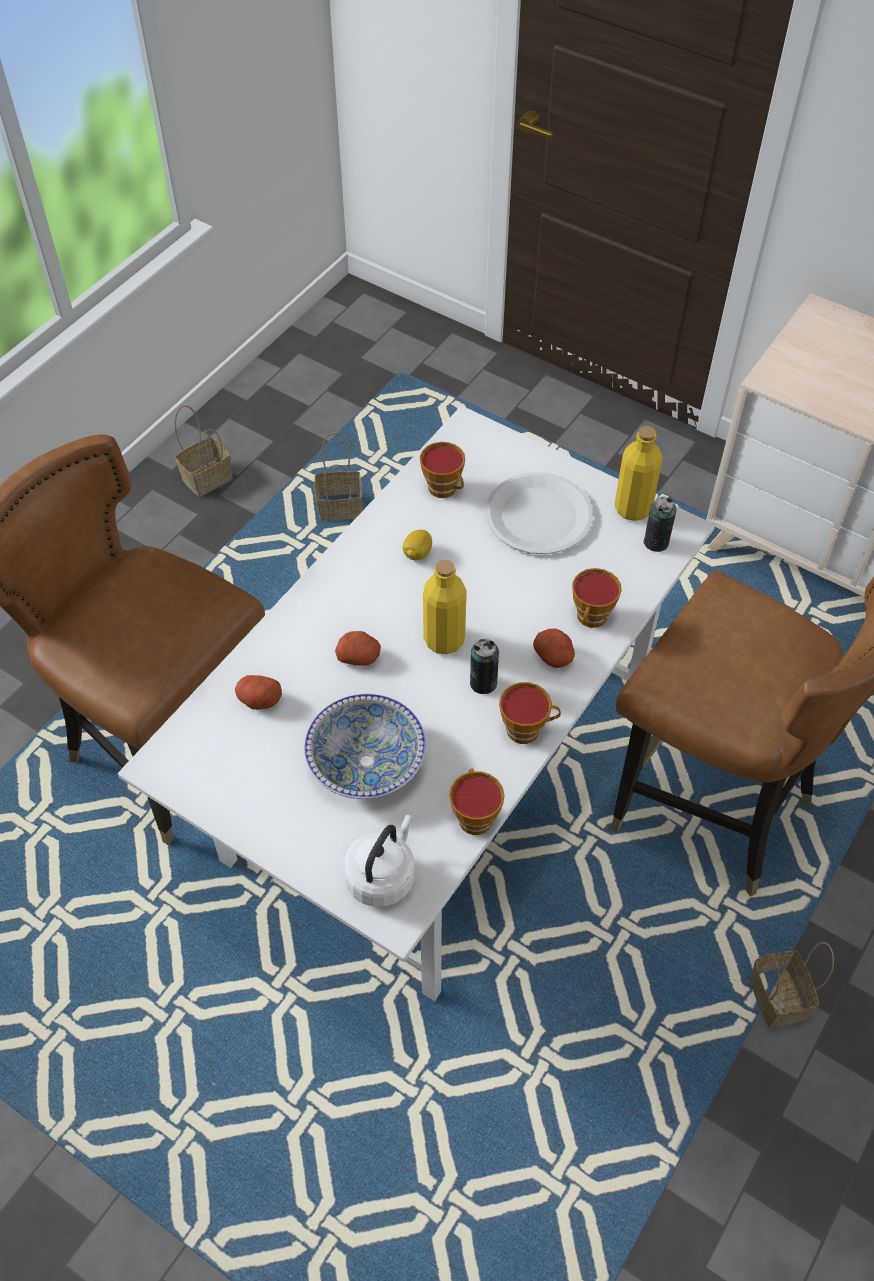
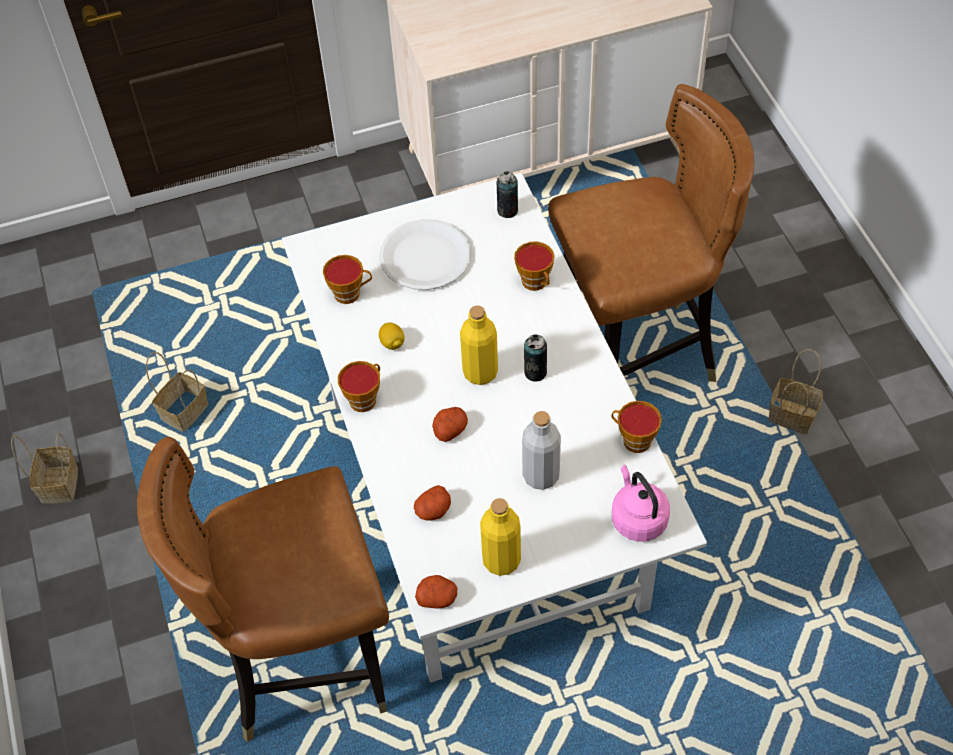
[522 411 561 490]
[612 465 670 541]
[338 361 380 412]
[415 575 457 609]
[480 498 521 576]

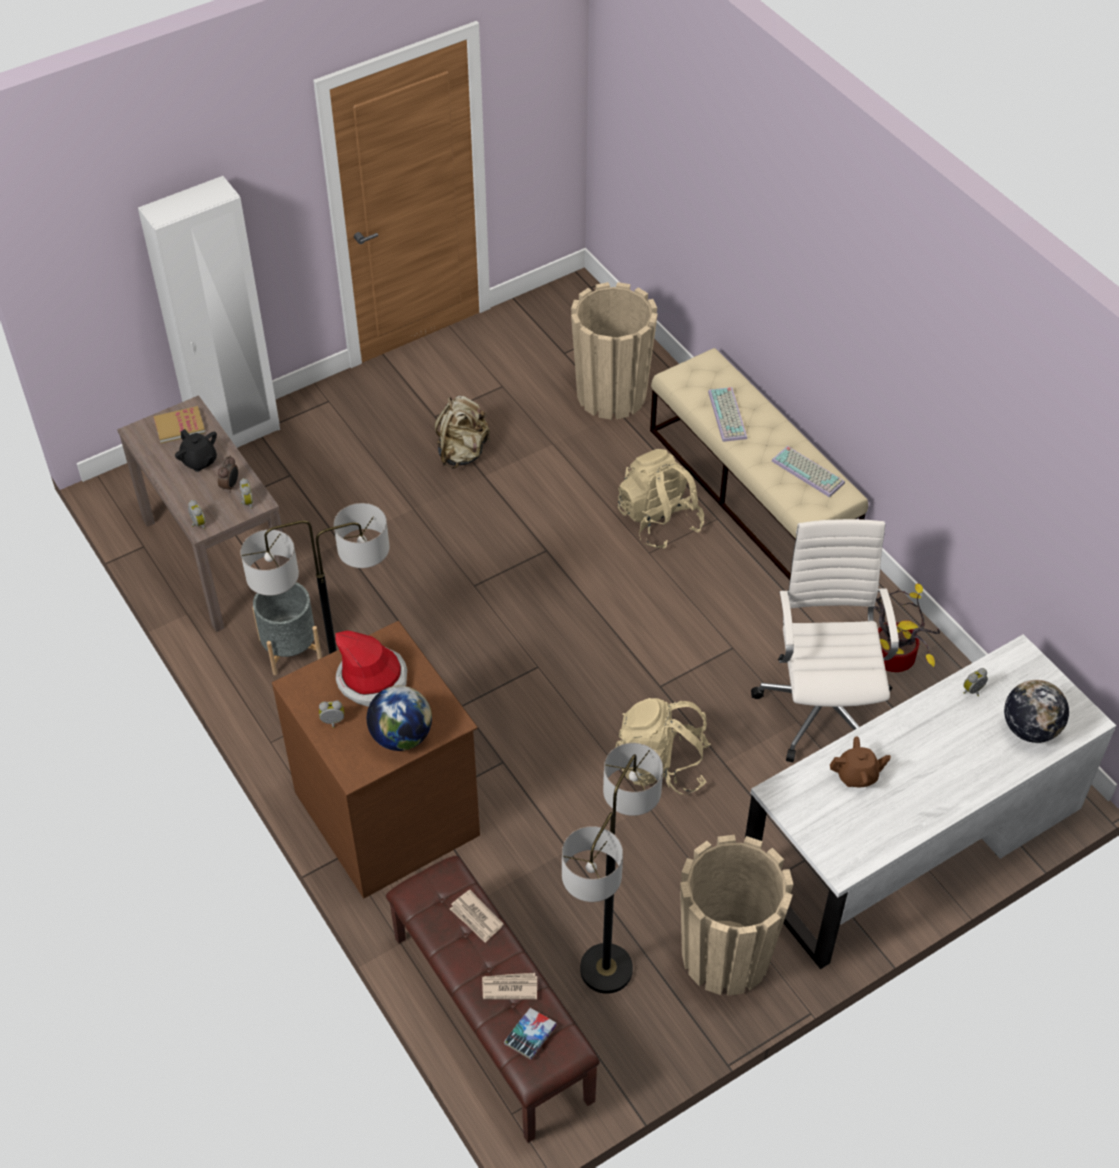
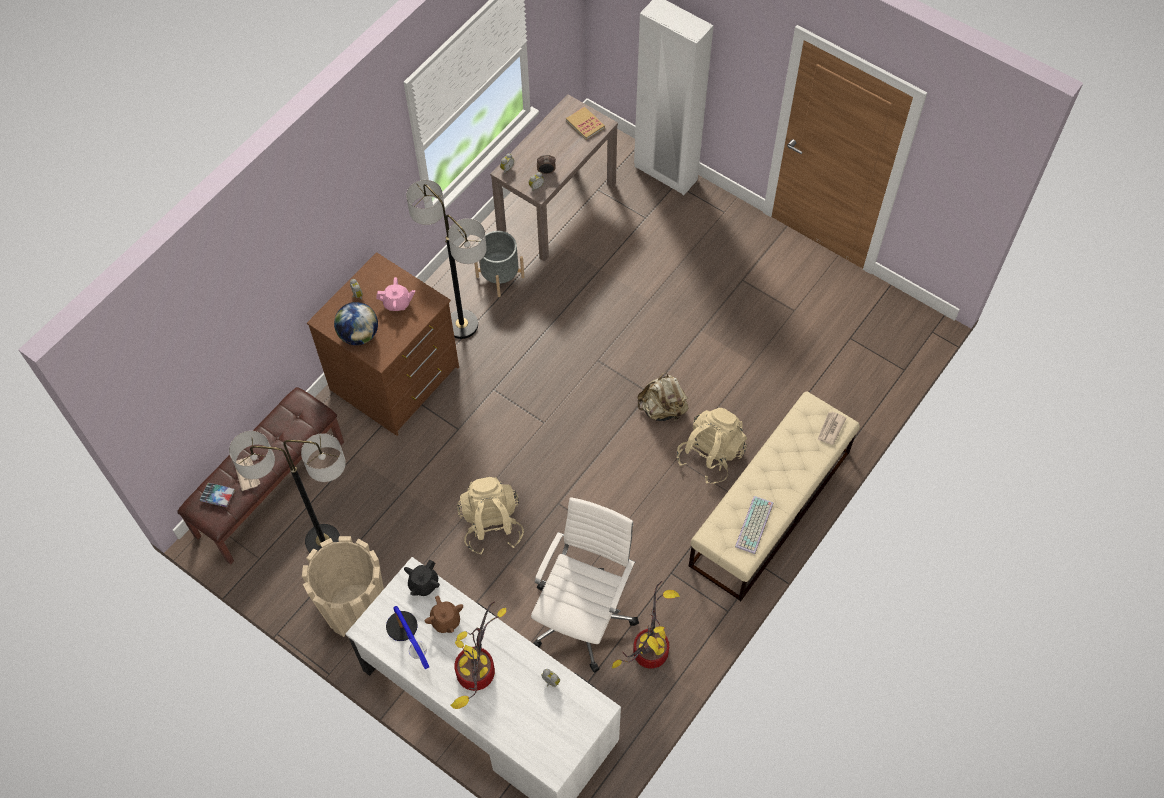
[404 559 440 596]
[376 277 415 311]
[637 372 689 421]
[817 412 847 445]
[571 282 658 420] (first image)
[708 387 747 442] (first image)
[531 497 639 673]
[1004 680 1069 743] (first image)
[386 606 429 669]
[451 602 507 709]

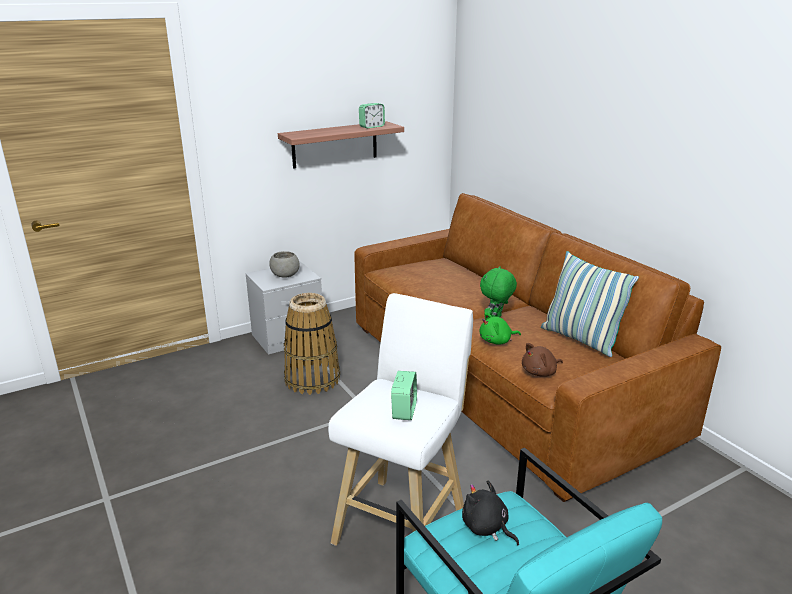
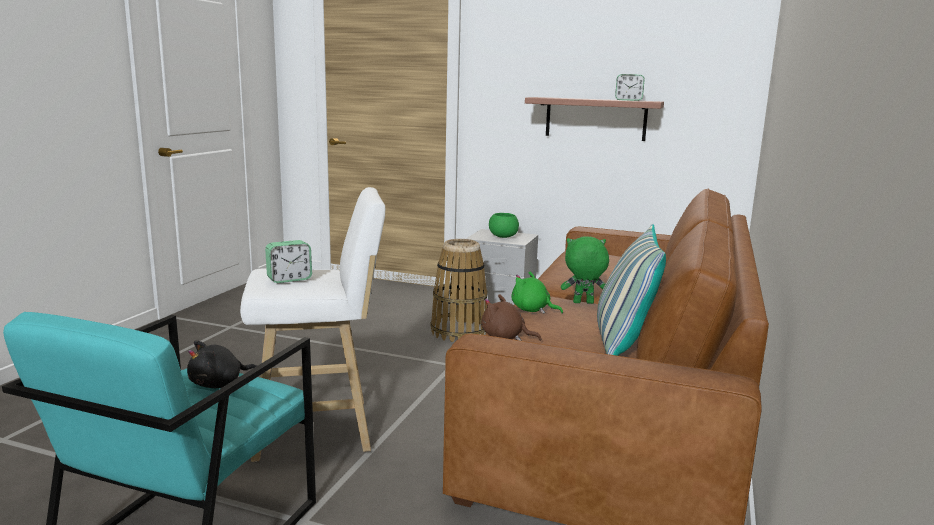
[489 213 519 238]
[187 340 257 388]

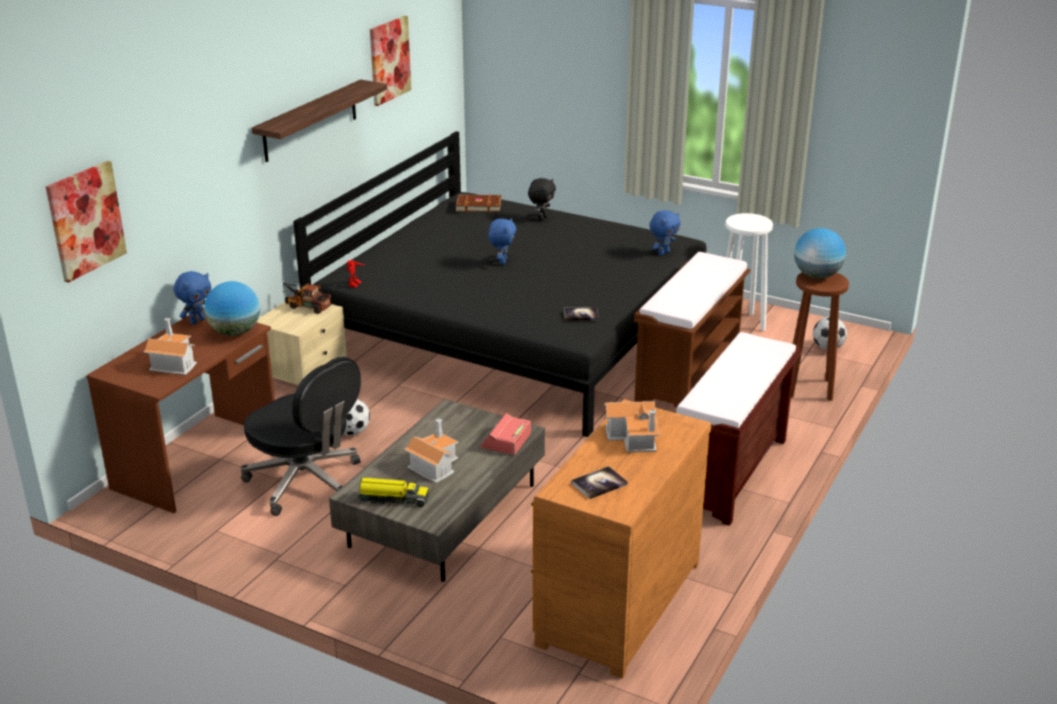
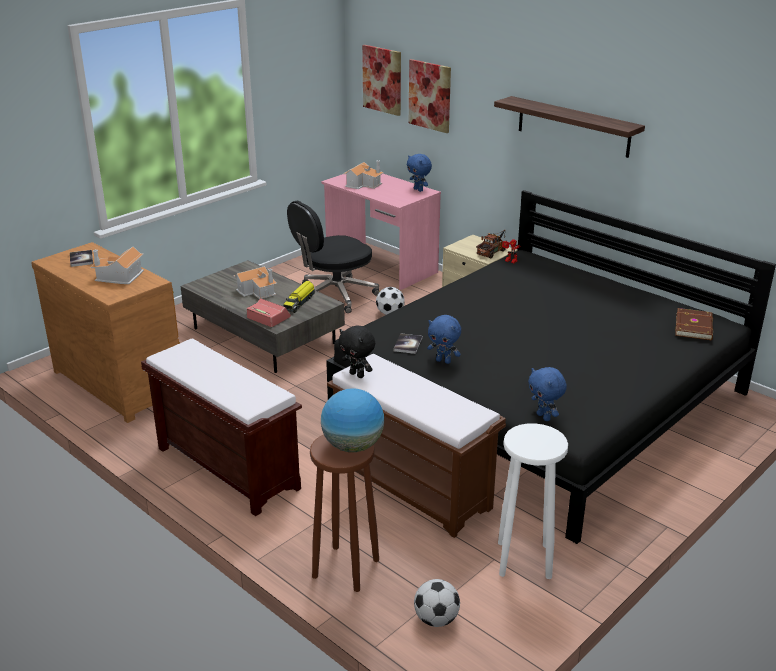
[321 174 441 290]
[204 281 260 336] (first image)
[283 281 315 313]
[409 59 451 133]
[427 315 461 364]
[338 325 375 378]

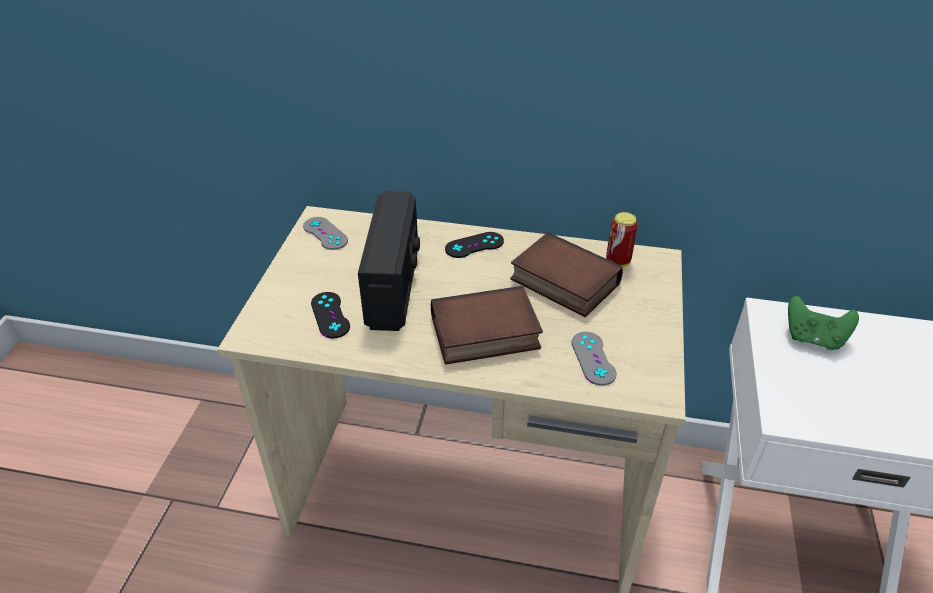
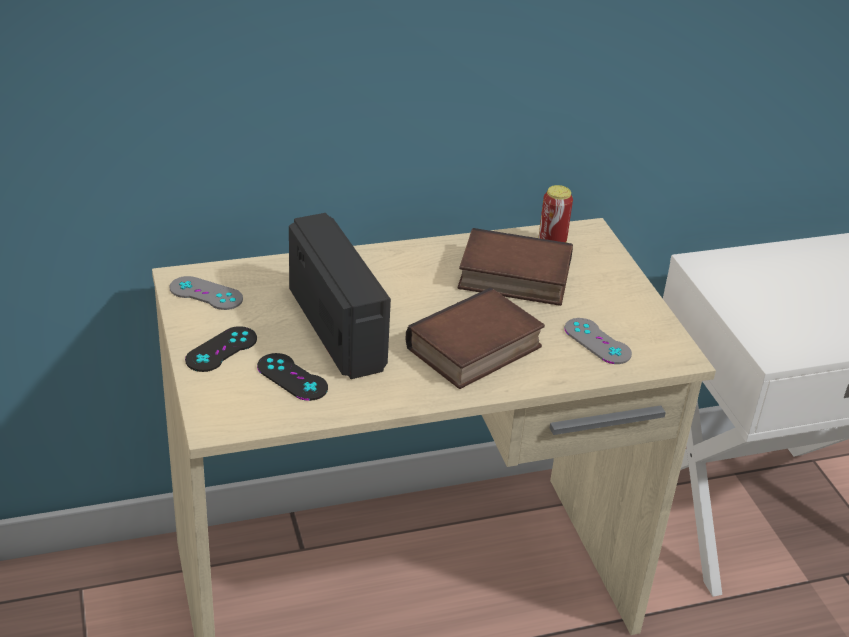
[185 326 257 372]
[788 296 859 350] (first image)

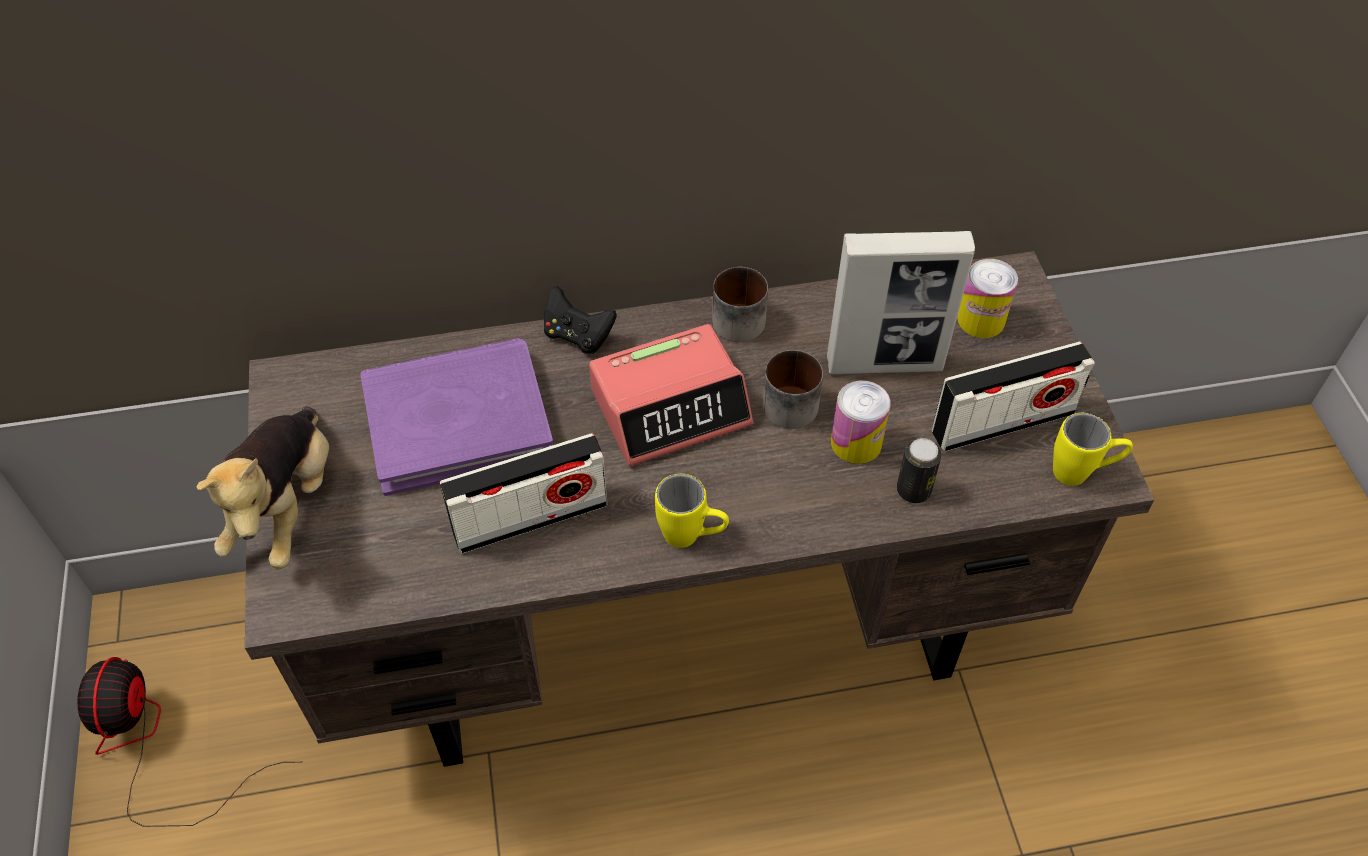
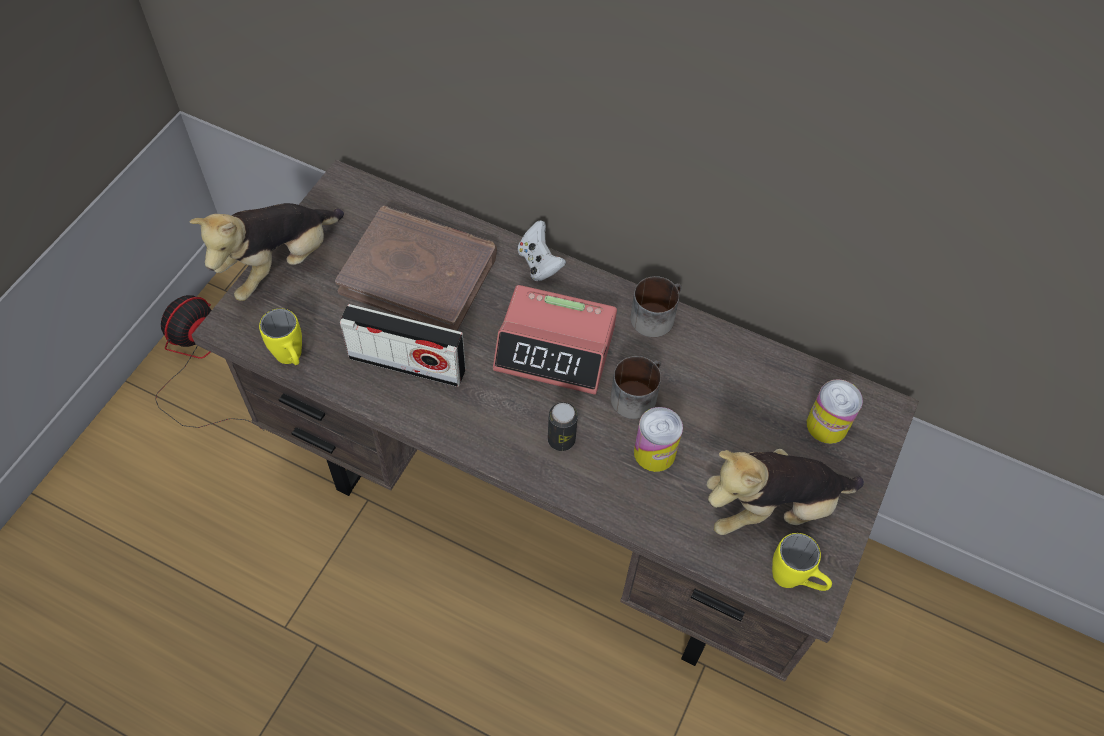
[335 206 497 331]
[518 221 566 282]
[259 308 302 365]
[827 231 975 374] (first image)
[548 402 578 451]
[707 449 864 535]

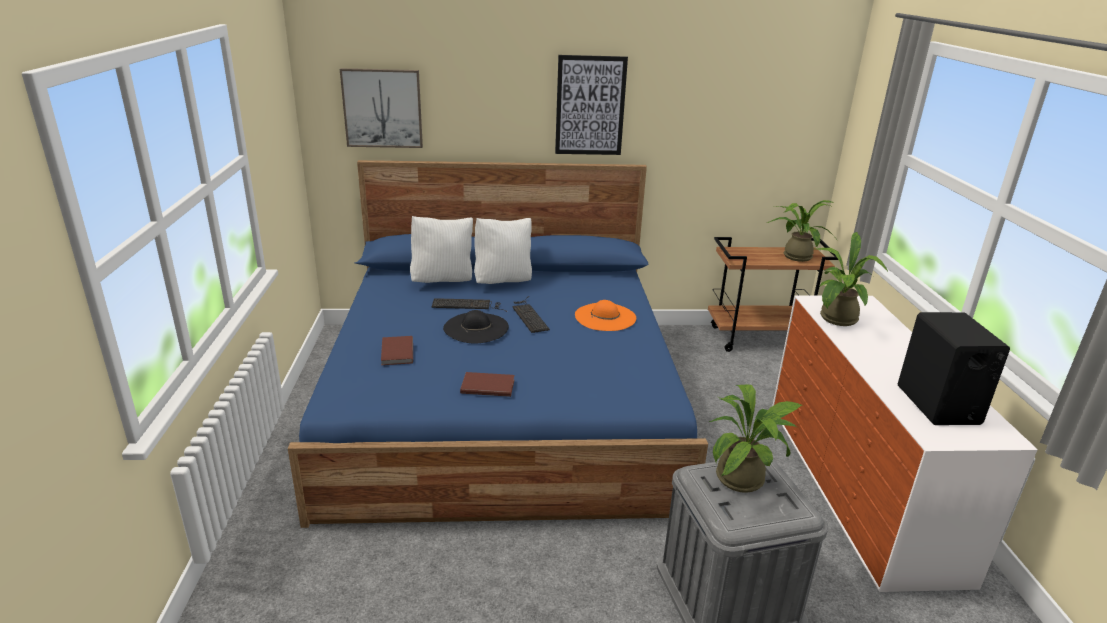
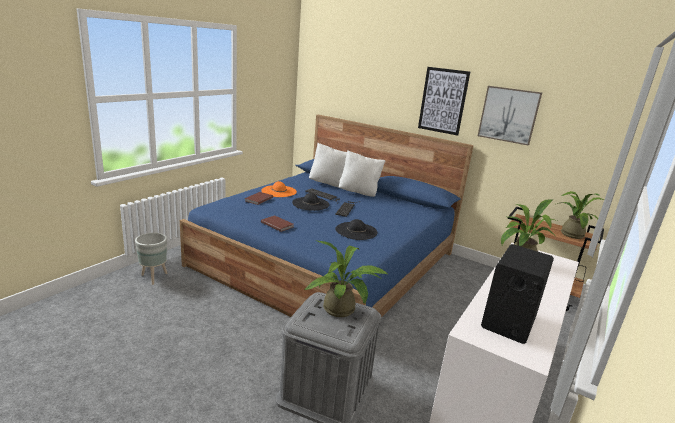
[478 86 542 146]
[261 181 297 197]
[135 233 167 285]
[335 219 377 240]

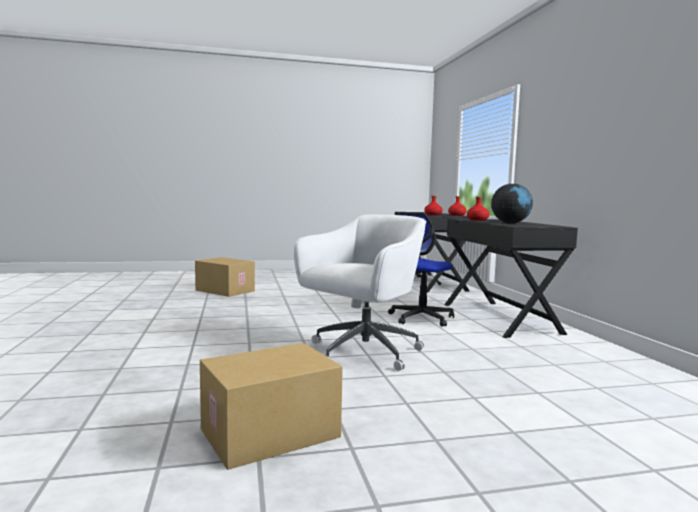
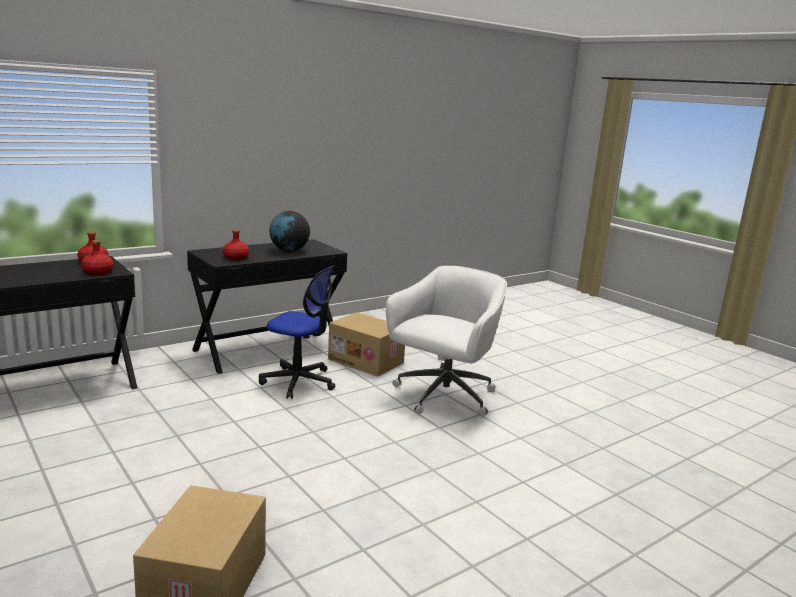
[328 312 405 377]
[386 266 507 417]

